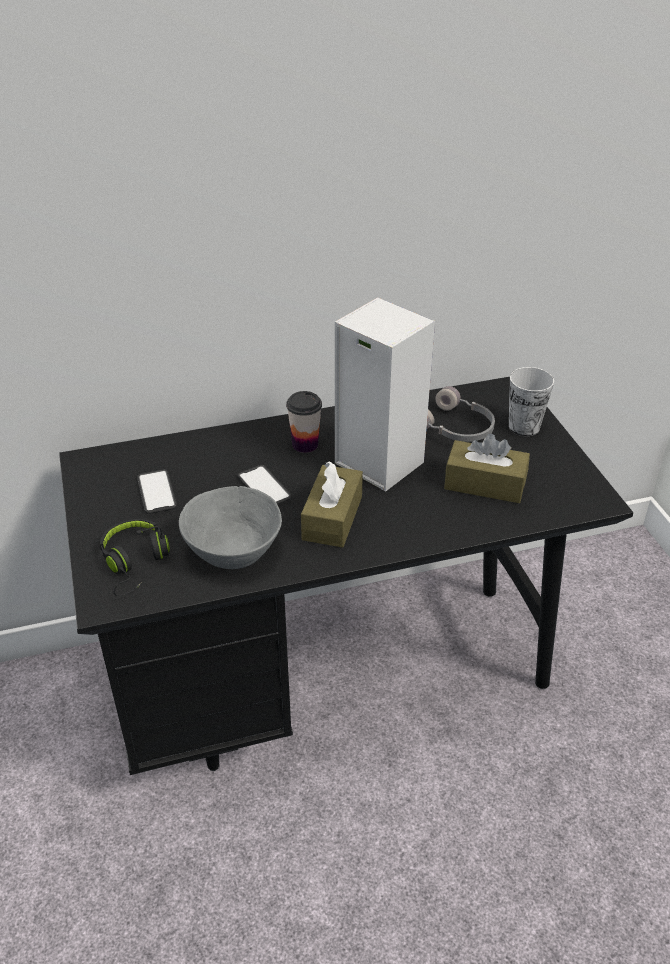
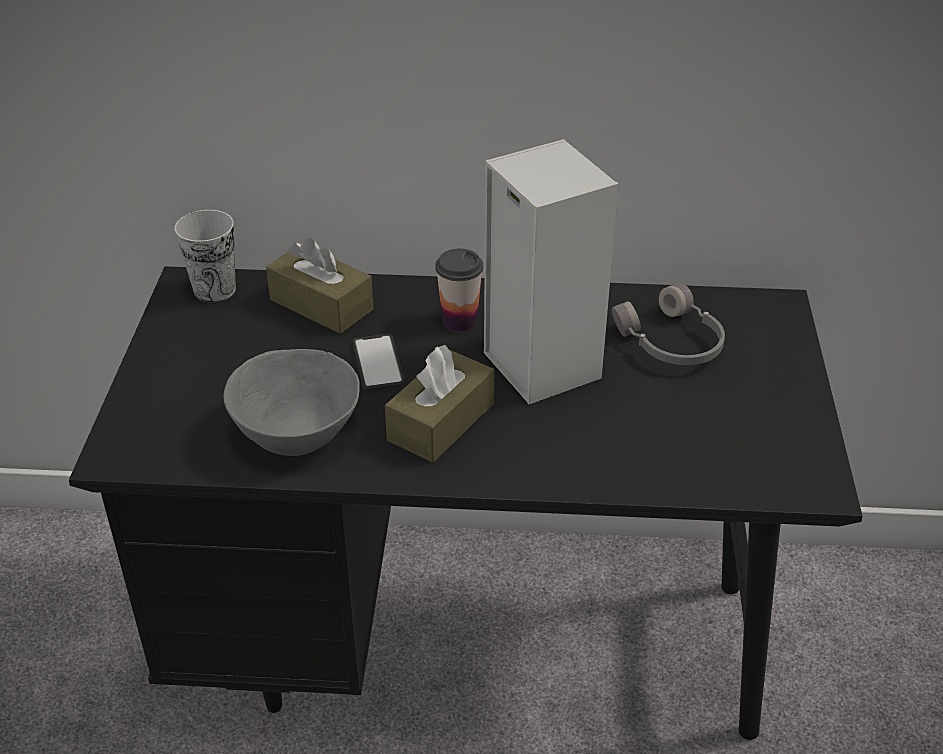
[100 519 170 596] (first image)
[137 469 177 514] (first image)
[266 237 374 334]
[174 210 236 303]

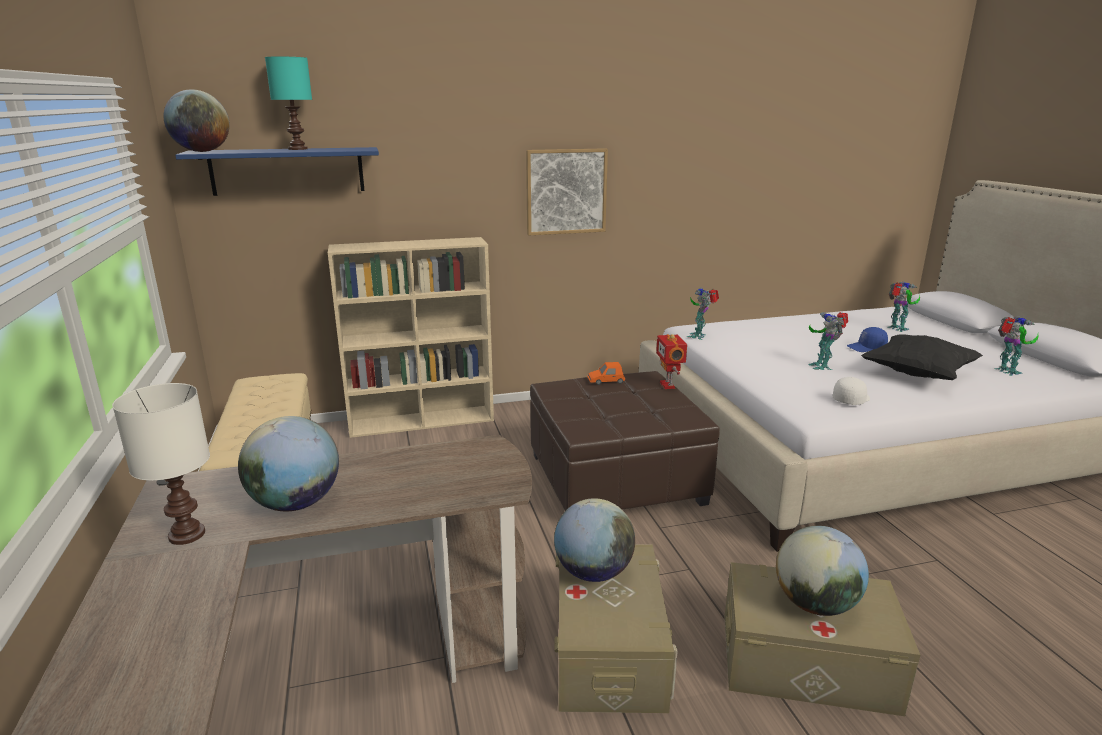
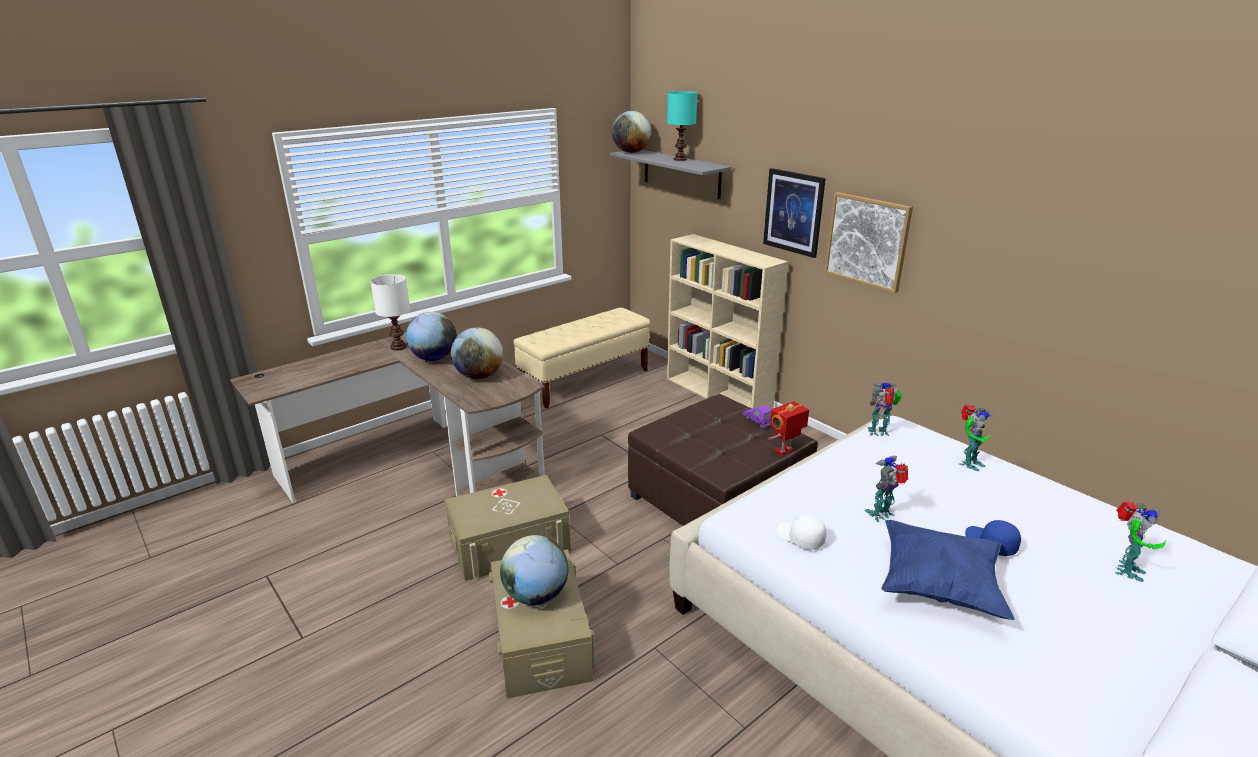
[610 150 732 199]
[451 327 504 379]
[743 405 772 429]
[777 514 827 550]
[881 520 1015 620]
[959 404 994 471]
[763 168 826 258]

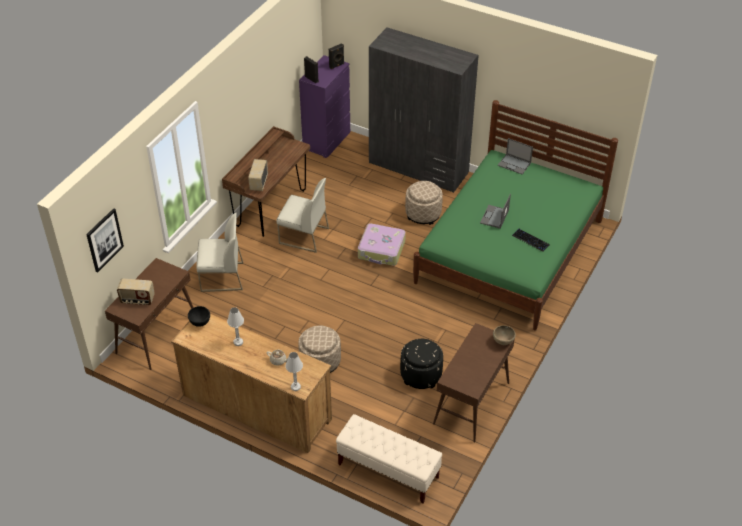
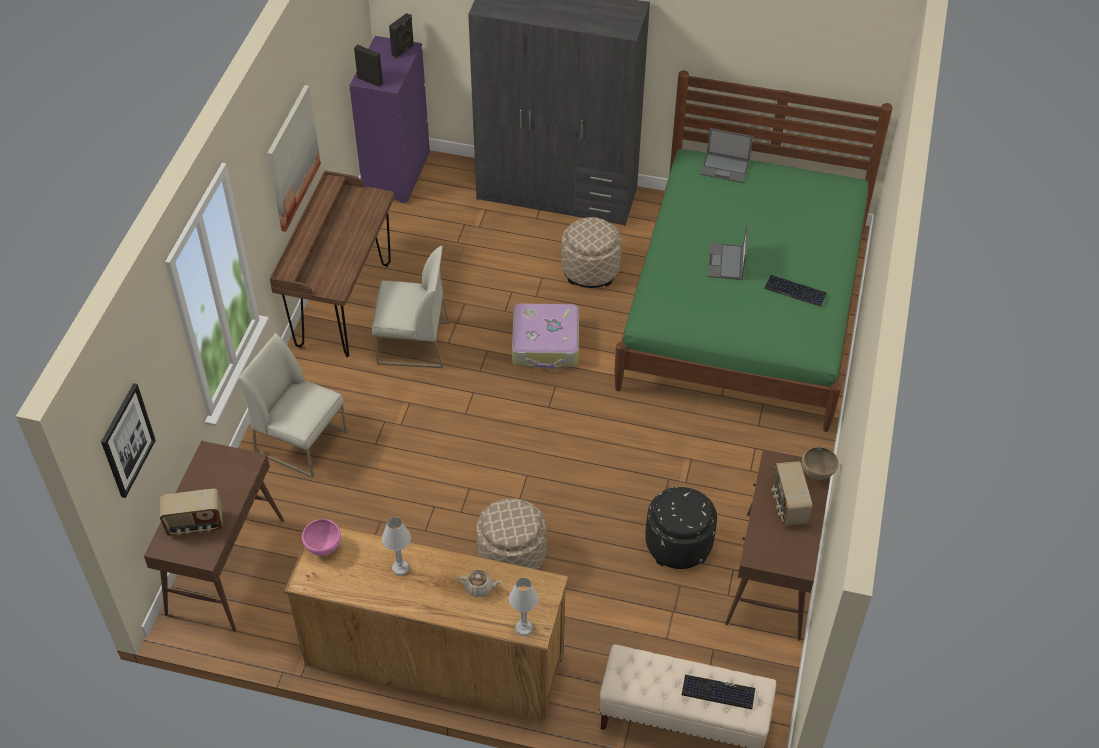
[302 519 341 556]
[238 333 348 478]
[771 461 812 526]
[267 85 321 232]
[682 675 755 709]

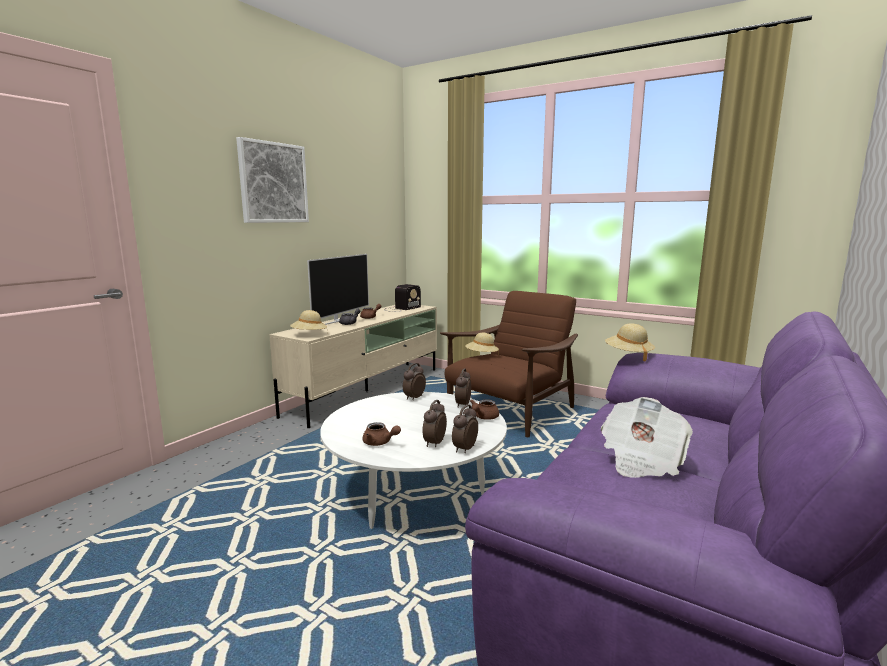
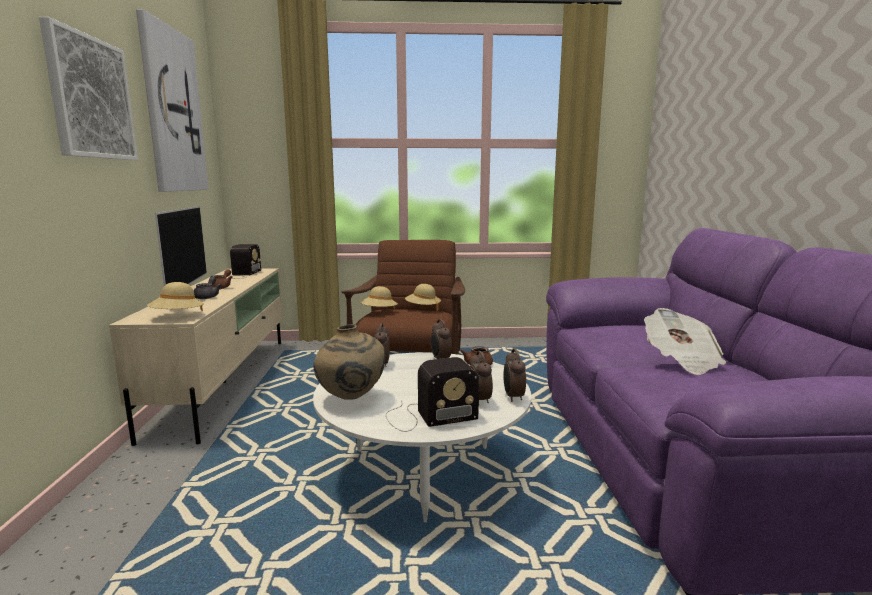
[386 357 479 432]
[405 284 441 311]
[136 9 209 192]
[314 324 386 400]

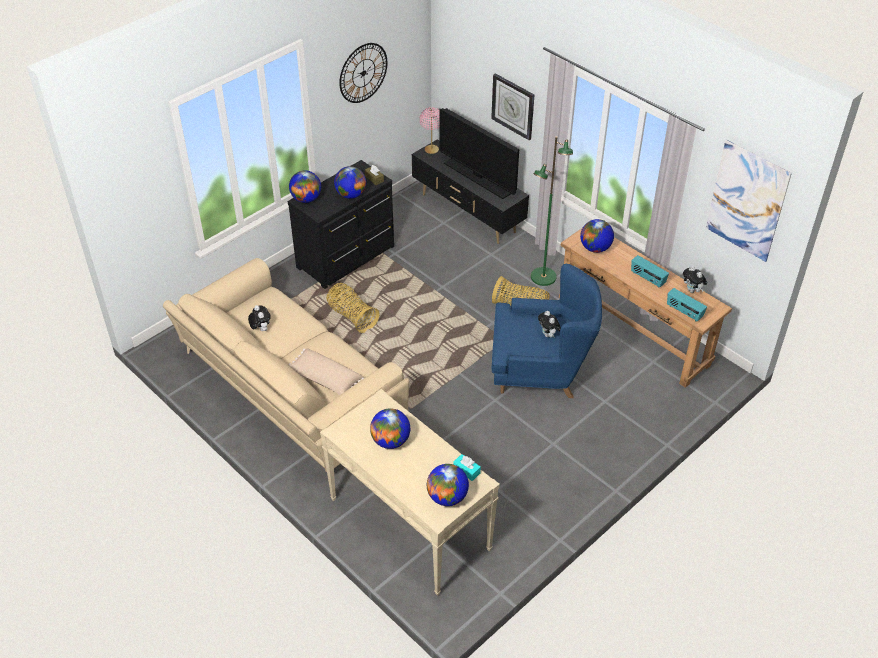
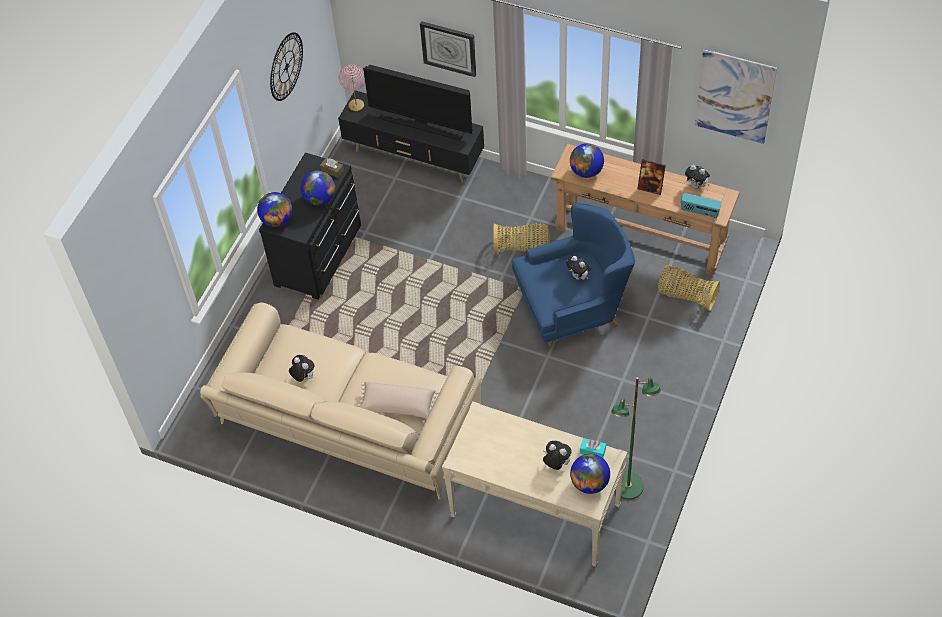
[658 266 720 311]
[370 408 410 449] (first image)
[611 377 661 500]
[637 159 666 195]
[543 441 572 470]

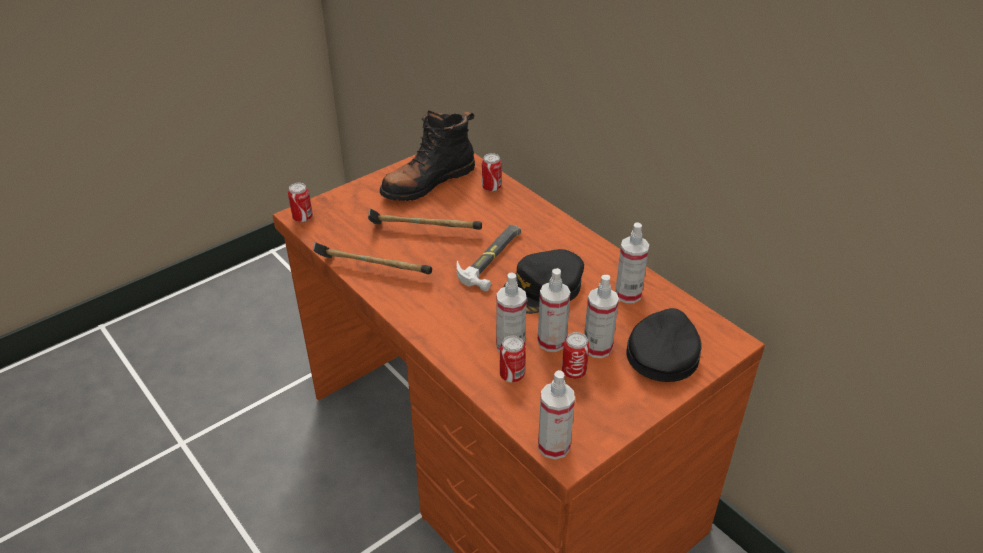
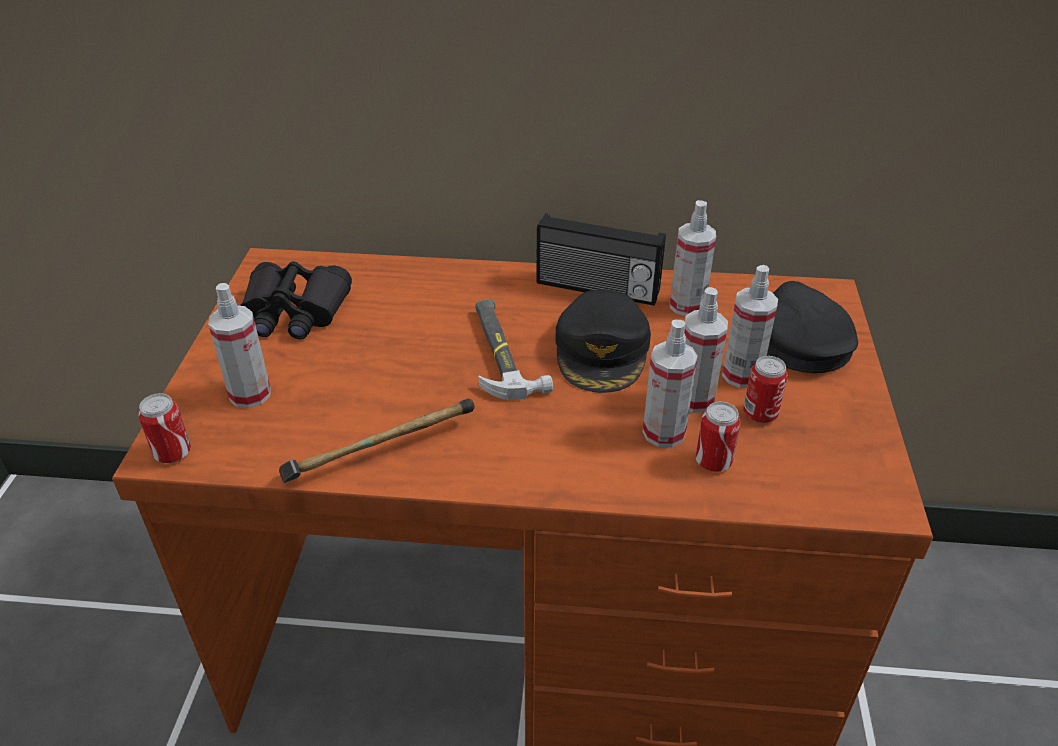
[368 208 482 230] (first image)
[240 261 352 339]
[482 153 501 192] (first image)
[208 283 271 408]
[536 213 666 306]

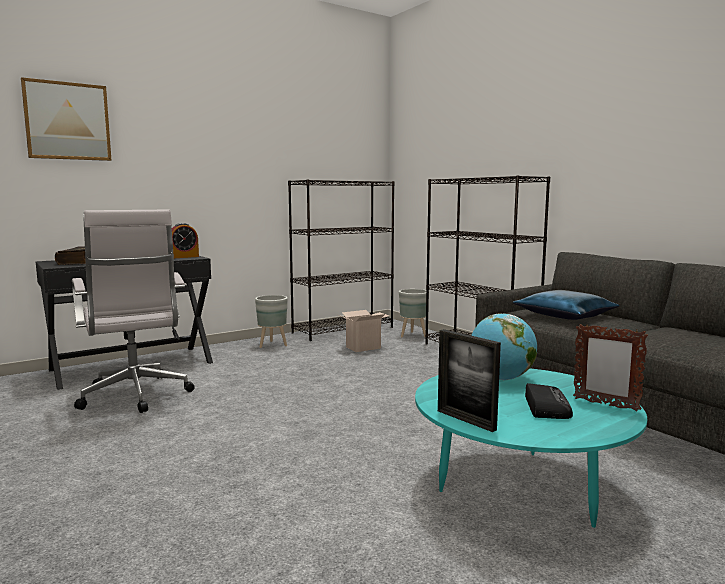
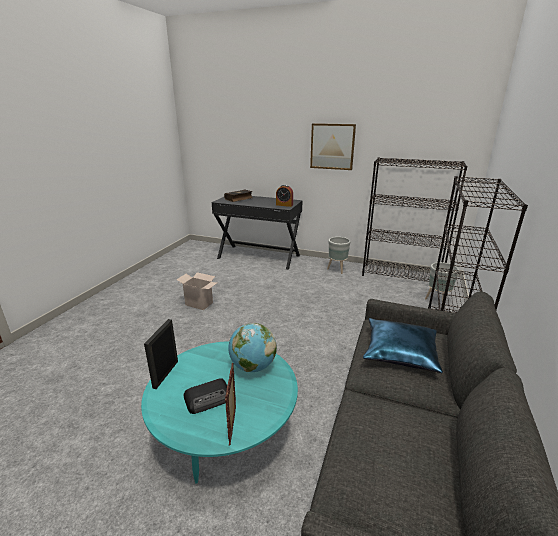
[310 123 356 170]
[72 209 195 413] (first image)
[176 272 217 310]

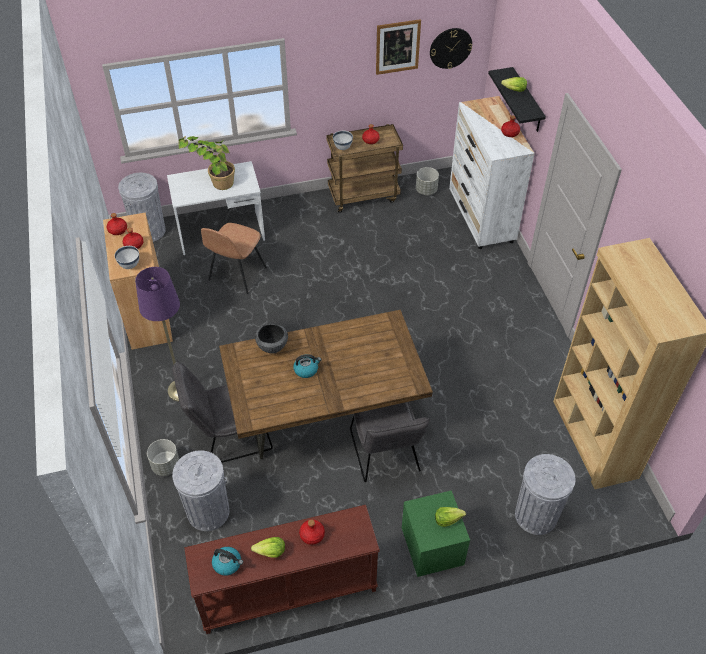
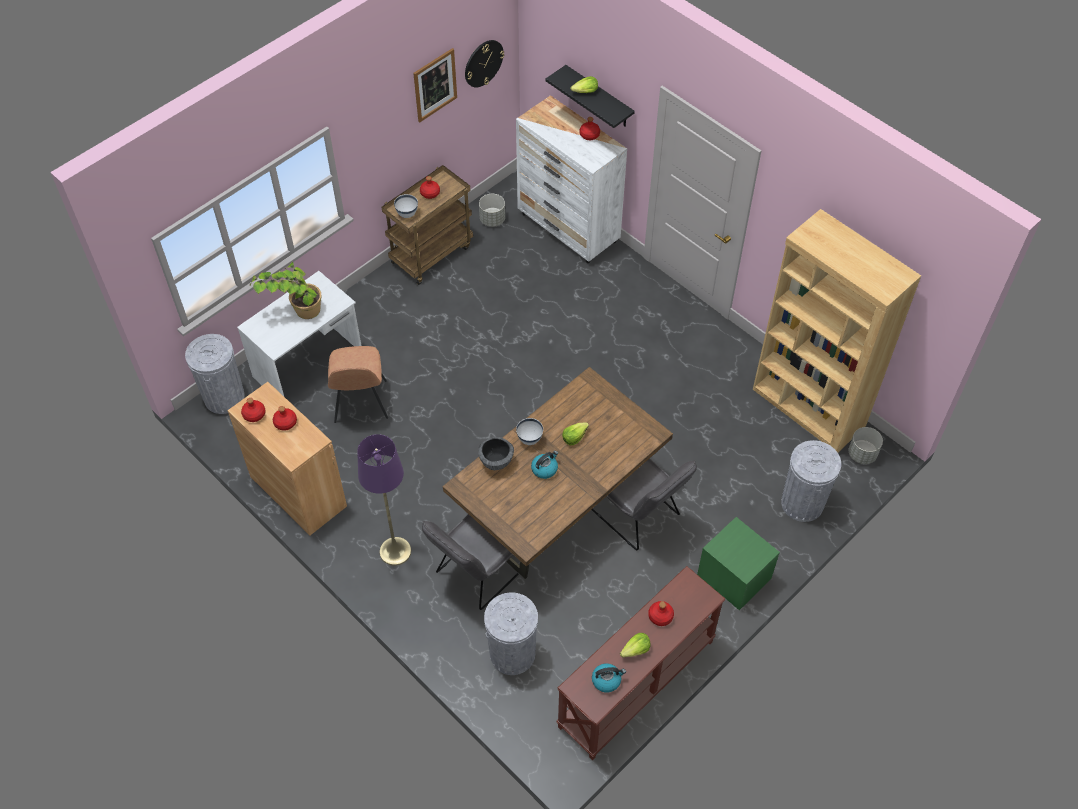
[516 418 543 445]
[849 427 883 464]
[562 422 589 445]

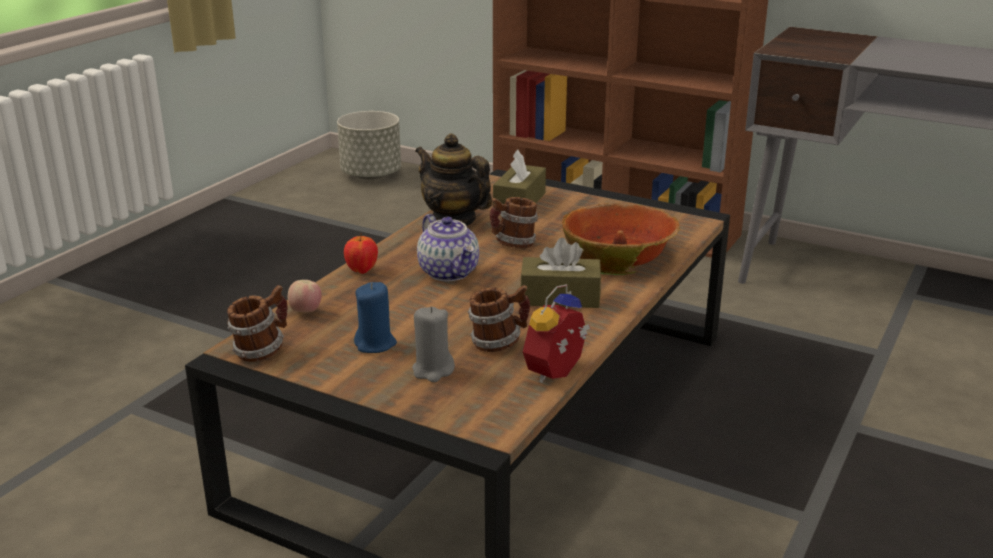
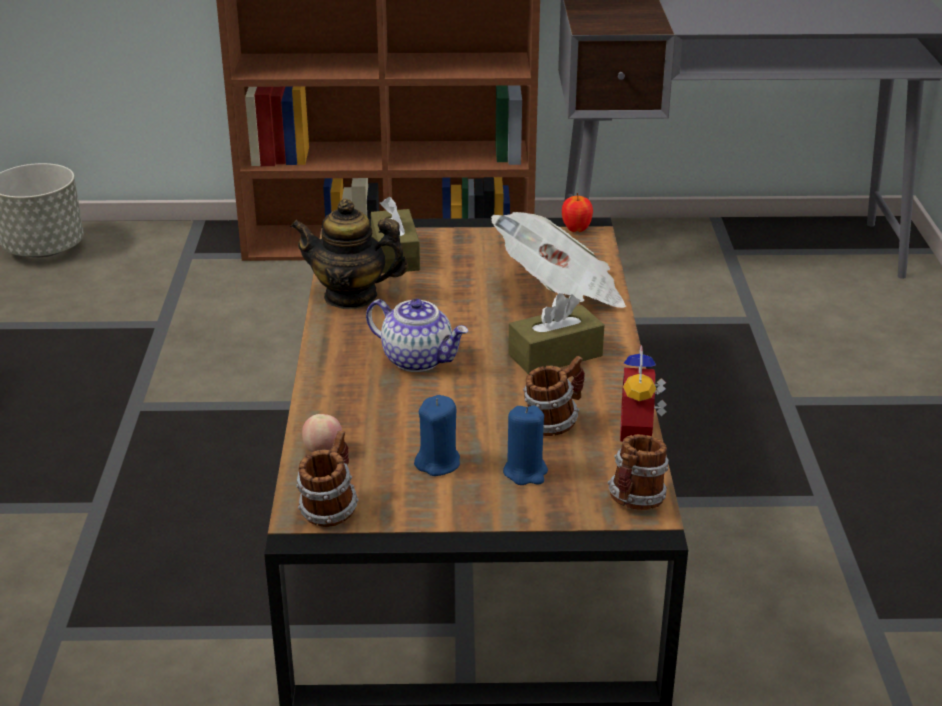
[562 193 593 232]
[503 405 548 485]
[608 434 669 510]
[491 212 626 308]

